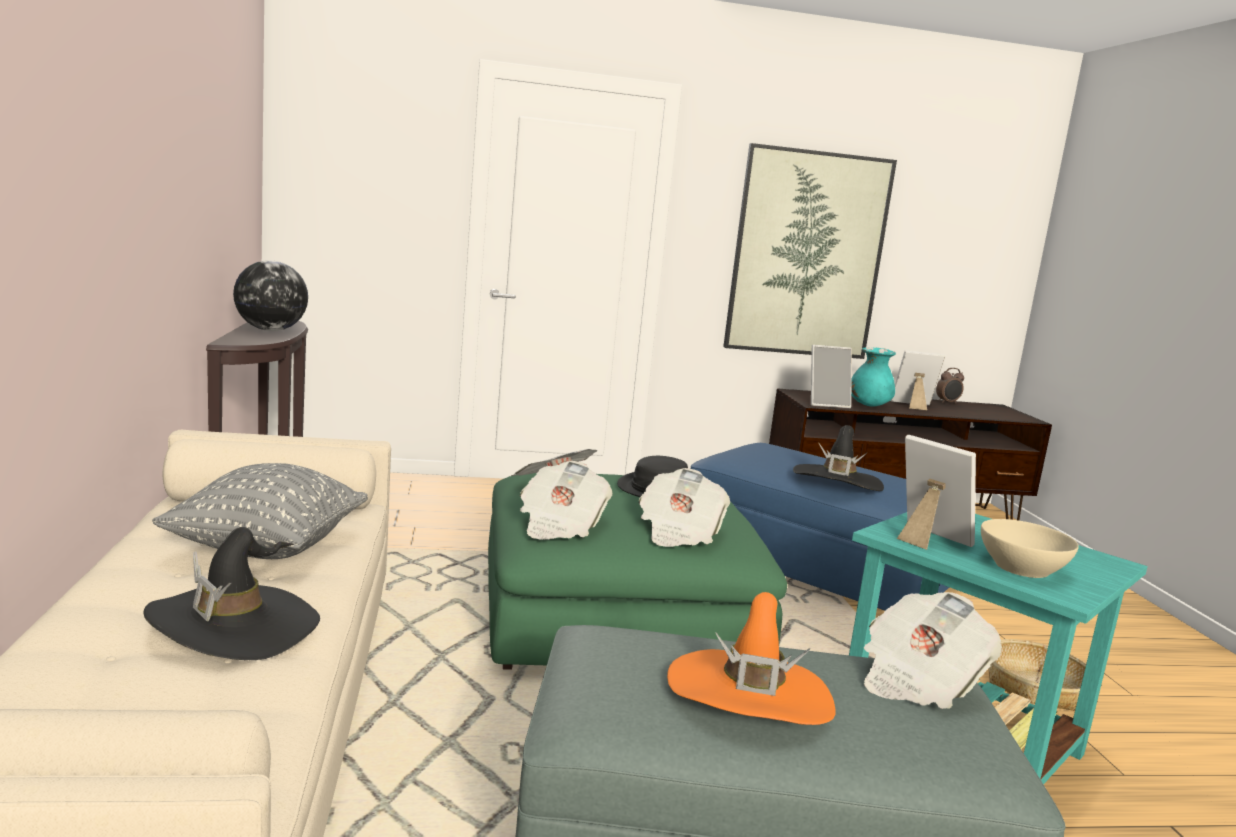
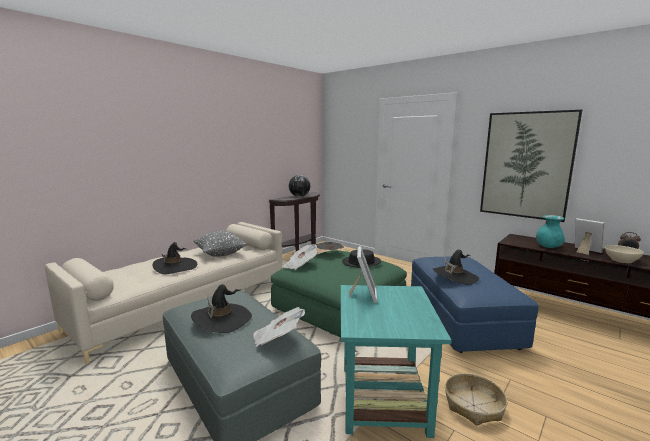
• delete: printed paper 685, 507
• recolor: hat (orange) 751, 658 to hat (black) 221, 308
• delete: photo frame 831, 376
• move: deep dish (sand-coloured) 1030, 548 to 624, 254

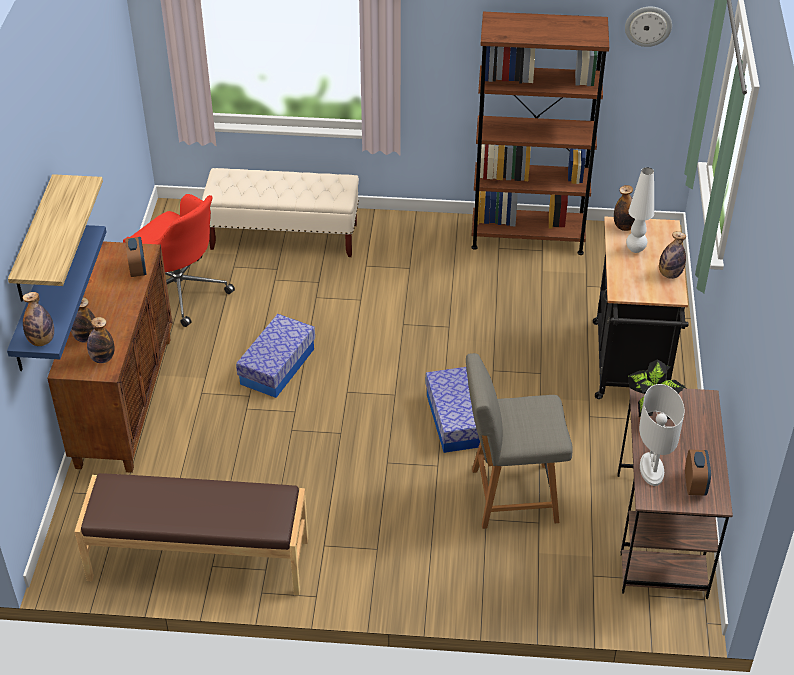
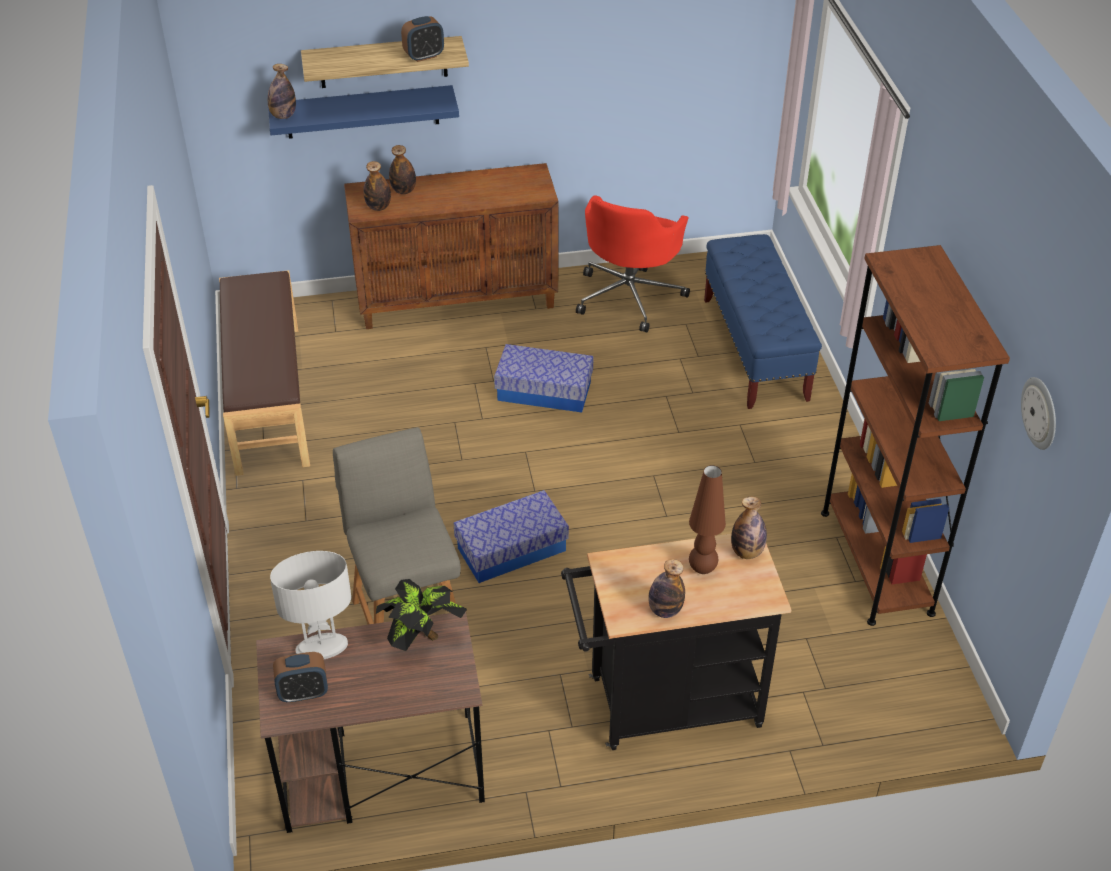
• move: bedside clock 135, 257 to 422, 39
• recolor: indoor bench (sand-coloured) 280, 212 to indoor bench (bluish) 763, 321
• recolor: table lamp (whitish) 640, 210 to table lamp (brown-coloured) 707, 519

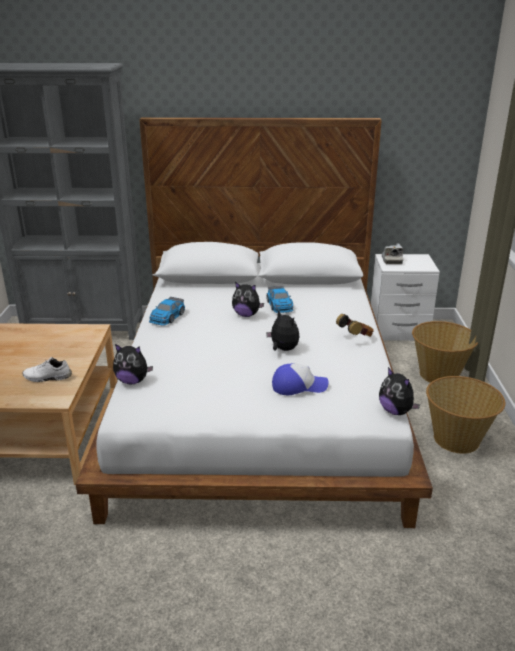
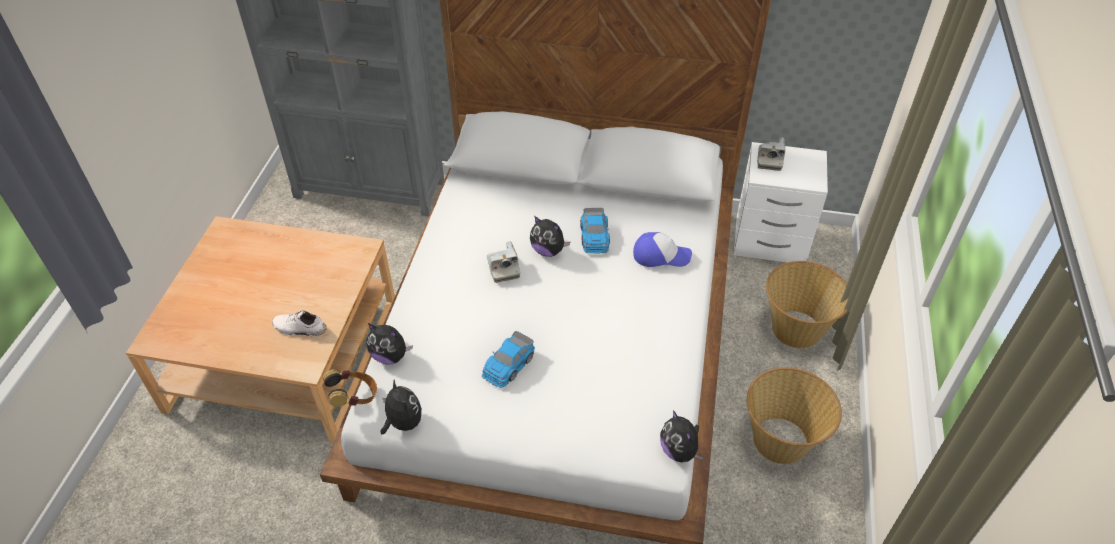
• move: miniature car 167, 311 to 508, 359
• move: soft toy 282, 330 to 401, 407
• move: baseball cap 300, 379 to 662, 249
• move: headphones 355, 325 to 349, 388
• insert: still camera 503, 262

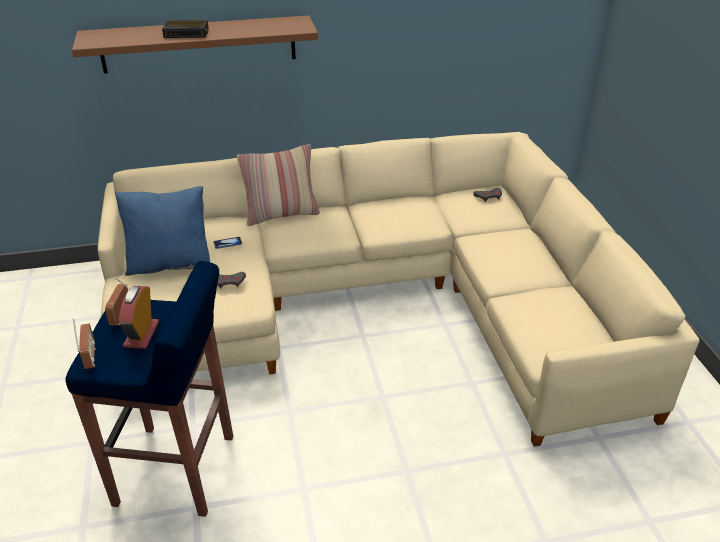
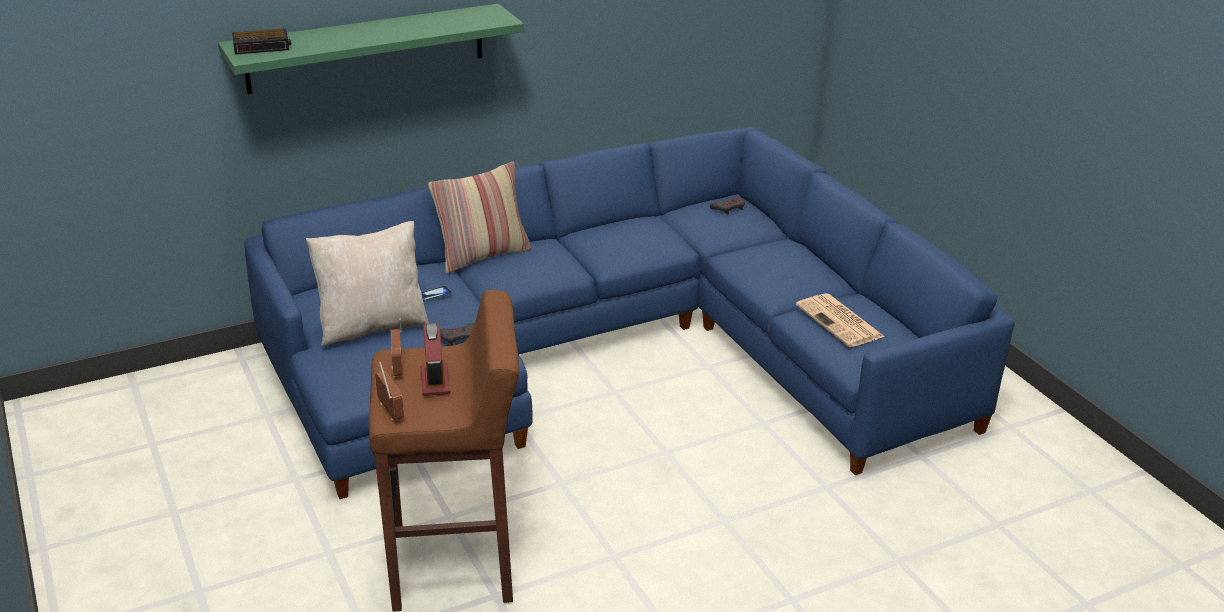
• recolor: stool (bluish) 149, 389 to stool (brown-coloured) 444, 451
• recolor: bracket shelf (brown-coloured) 195, 44 to bracket shelf (greenish) 371, 49
• recolor: sofa (sand-coloured) 399, 289 to sofa (bluish) 630, 313
• recolor: pillow (bluish) 162, 231 to pillow (sand-coloured) 367, 283
• move: bedside clock 185, 29 to 262, 41
• insert: printed paper 840, 320

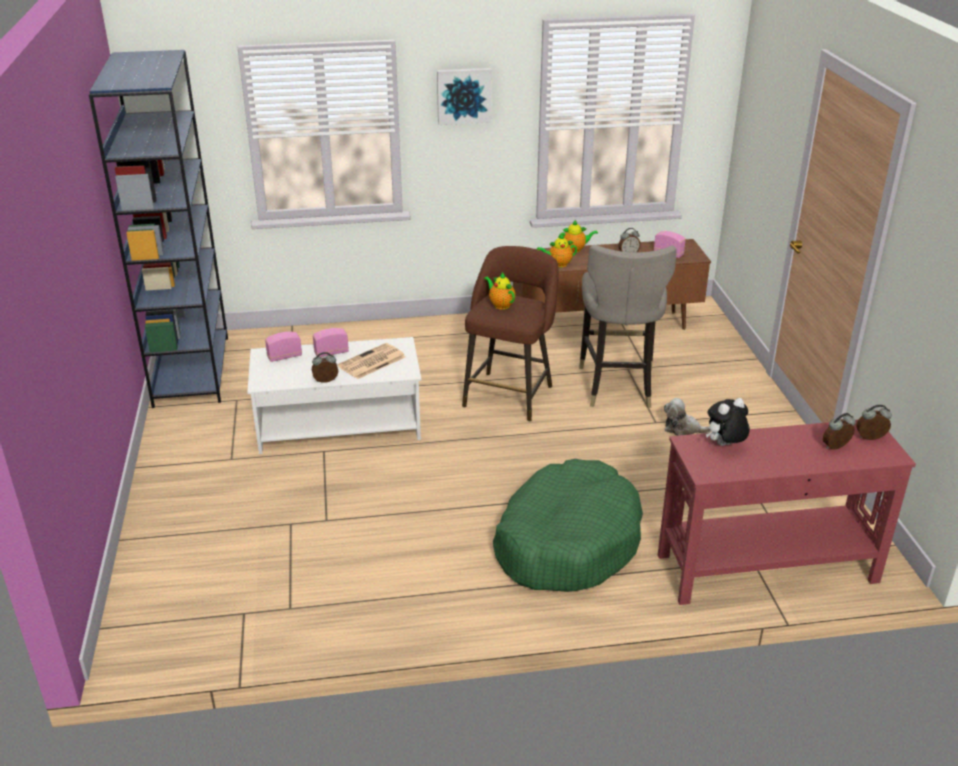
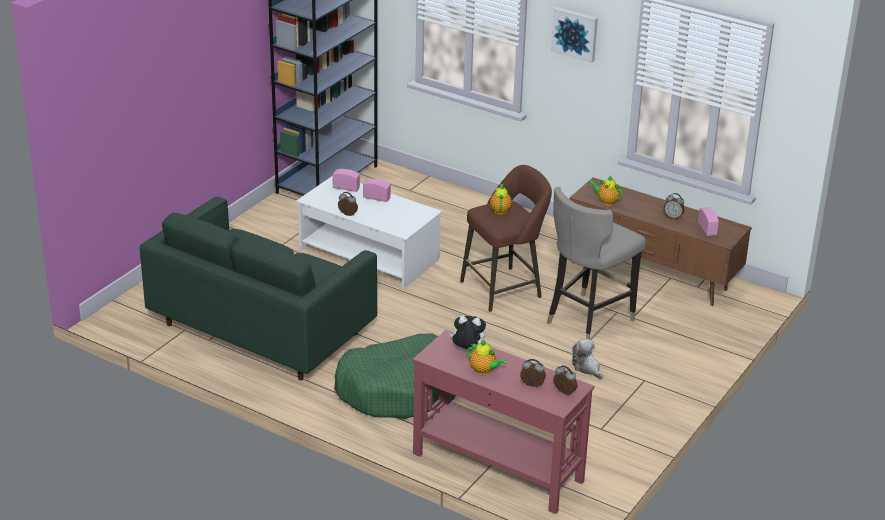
• delete: printed paper 371, 361
• move: teapot 578, 236 to 487, 357
• insert: sofa (greenish) 258, 288

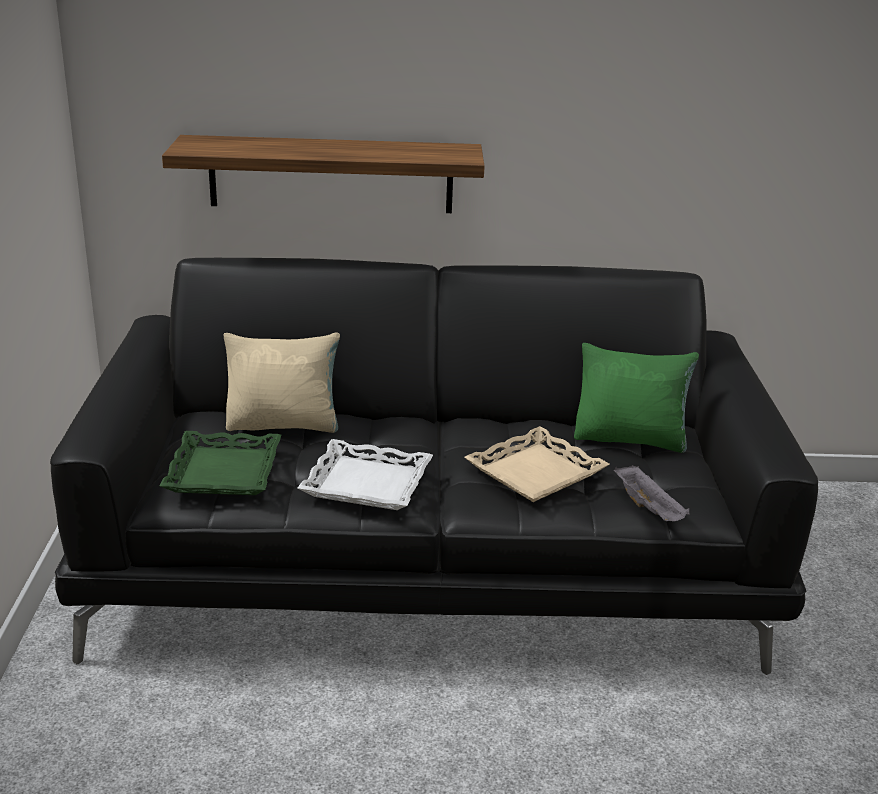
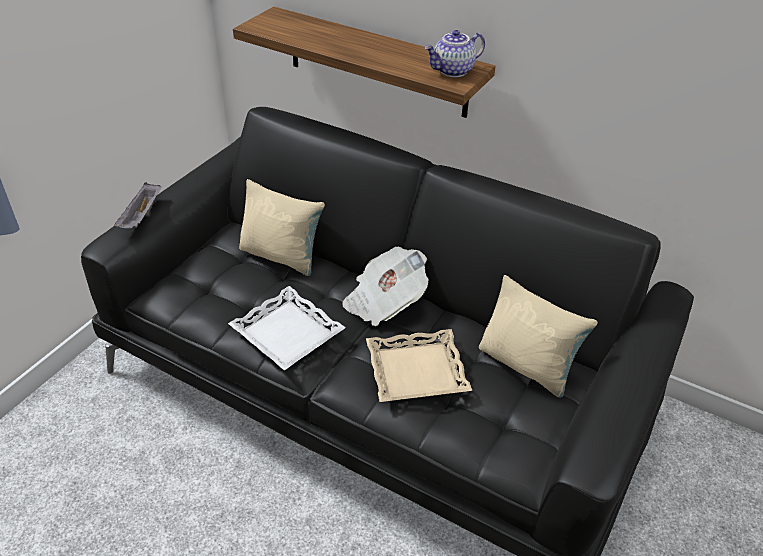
• delete: serving tray (greenish) 220, 463
• recolor: pillow (greenish) 636, 398 to pillow (sand-coloured) 538, 336
• move: serving tray (gray) 652, 493 to 138, 205
• insert: printed paper 385, 286
• insert: teapot 454, 53

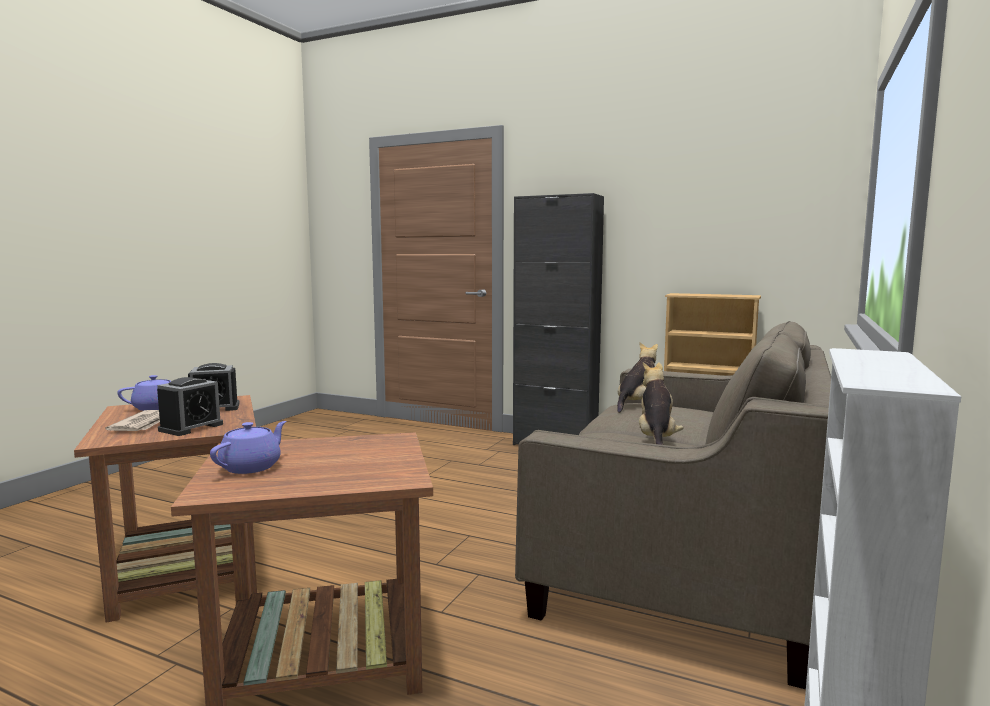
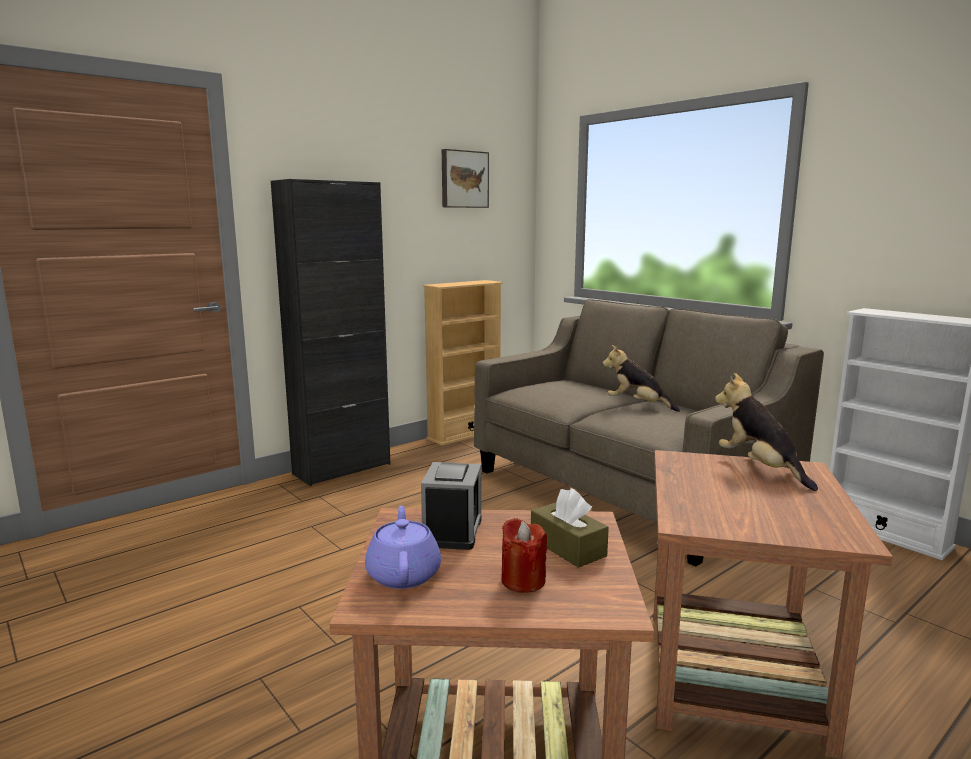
• replace: printed paper 132, 420 to candle (red-coloured) 524, 555
• replace: bedside clock 190, 406 to box of tissues (brown-coloured) 570, 528
• delete: teapot (purple) 248, 447
• move: soft toy 637, 377 to 766, 432
• insert: picture 465, 178

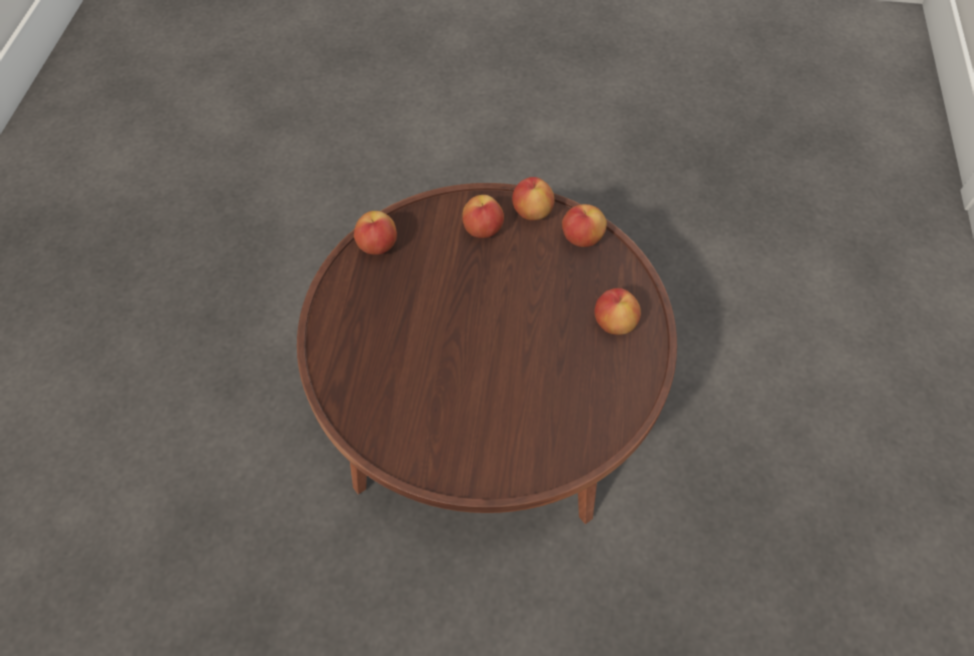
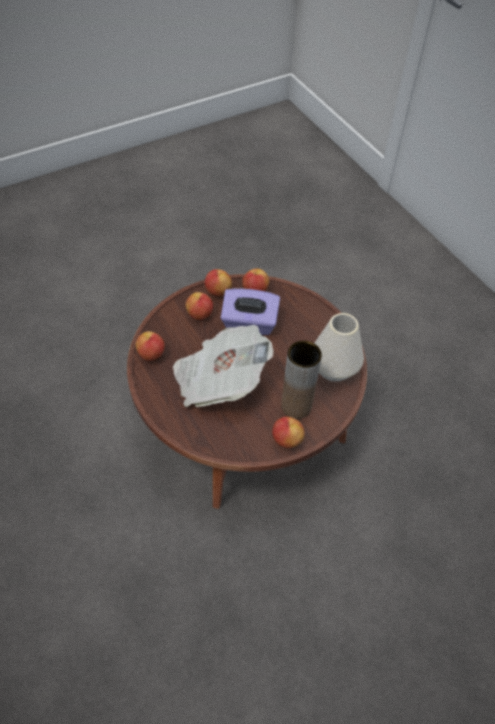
• move: whole apple 617, 311 to 288, 432
• insert: printed paper 223, 366
• insert: box of tissues (purple) 250, 311
• insert: decorative vase (brown-coloured) 301, 380
• insert: decorative vase (whitish) 339, 347

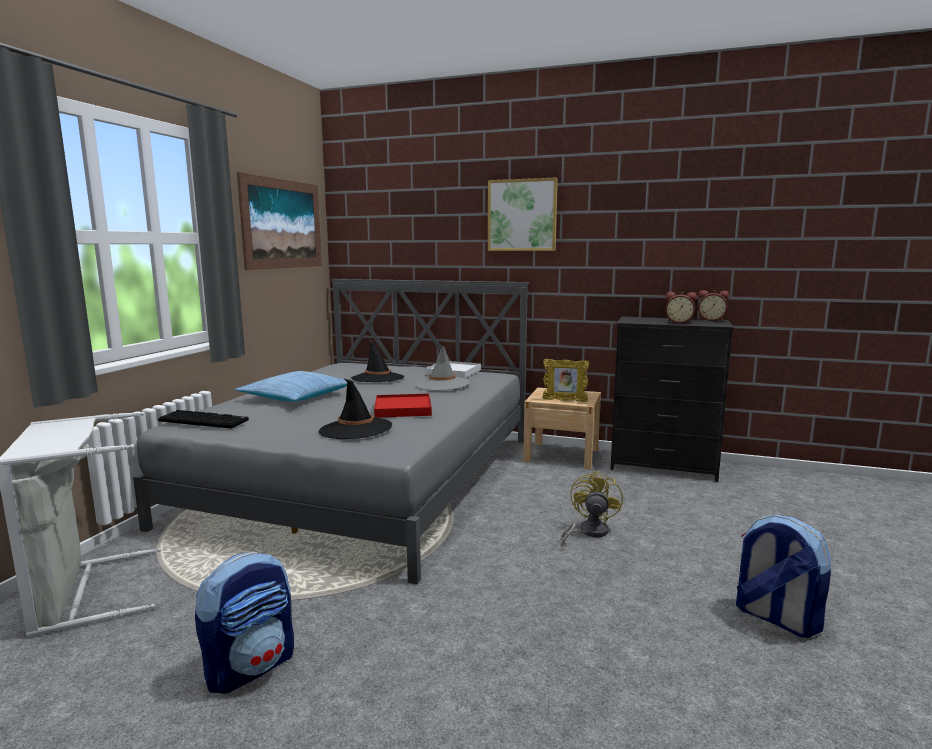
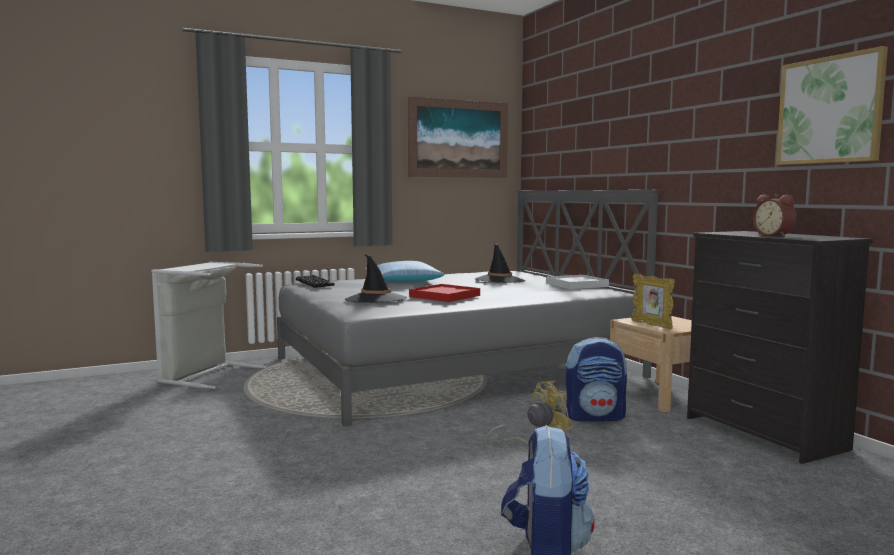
• move: backpack 244, 623 to 596, 379
• delete: hat (gray) 442, 368
• move: picture 523, 214 to 832, 105
• delete: bedside clock 713, 305

